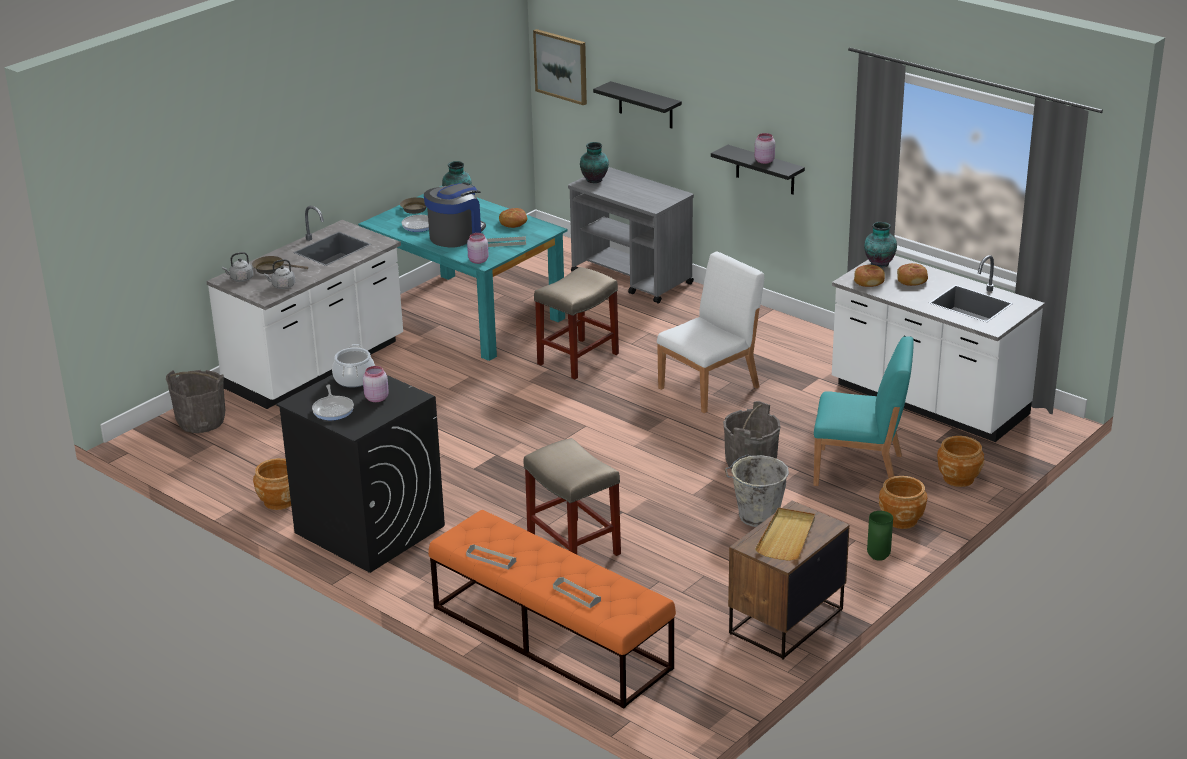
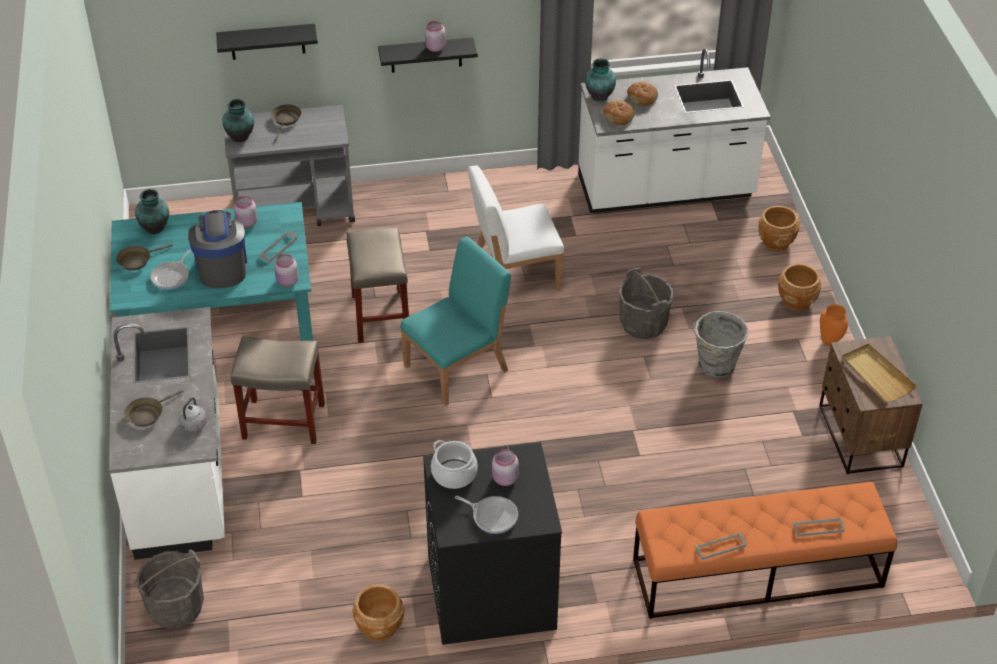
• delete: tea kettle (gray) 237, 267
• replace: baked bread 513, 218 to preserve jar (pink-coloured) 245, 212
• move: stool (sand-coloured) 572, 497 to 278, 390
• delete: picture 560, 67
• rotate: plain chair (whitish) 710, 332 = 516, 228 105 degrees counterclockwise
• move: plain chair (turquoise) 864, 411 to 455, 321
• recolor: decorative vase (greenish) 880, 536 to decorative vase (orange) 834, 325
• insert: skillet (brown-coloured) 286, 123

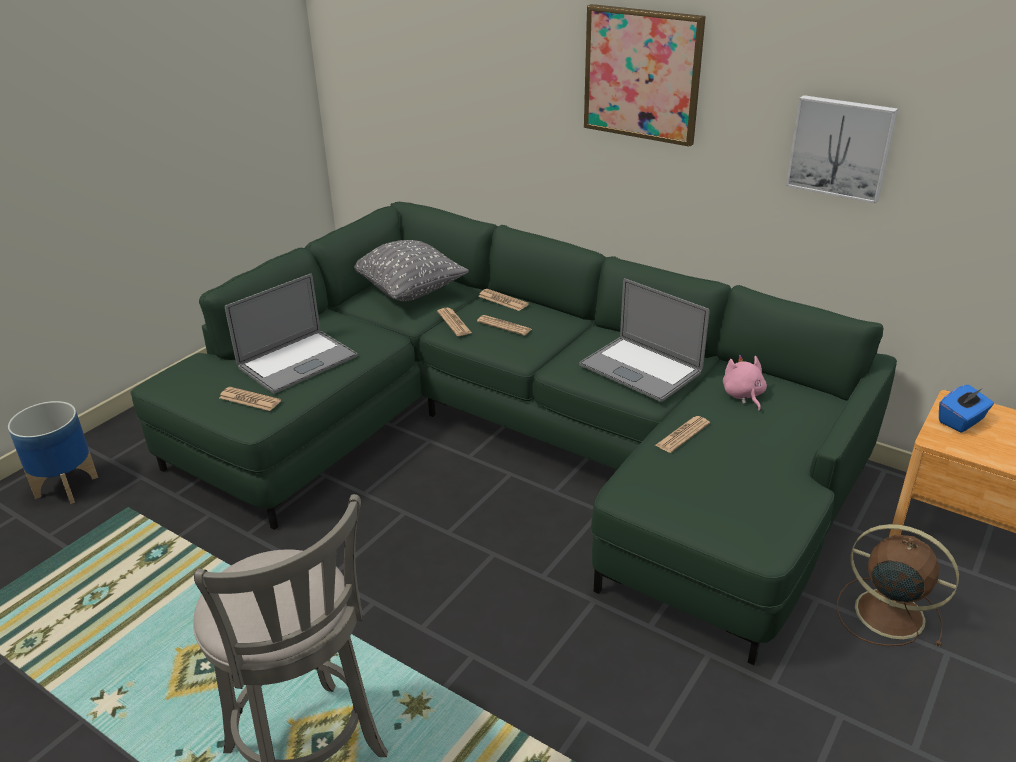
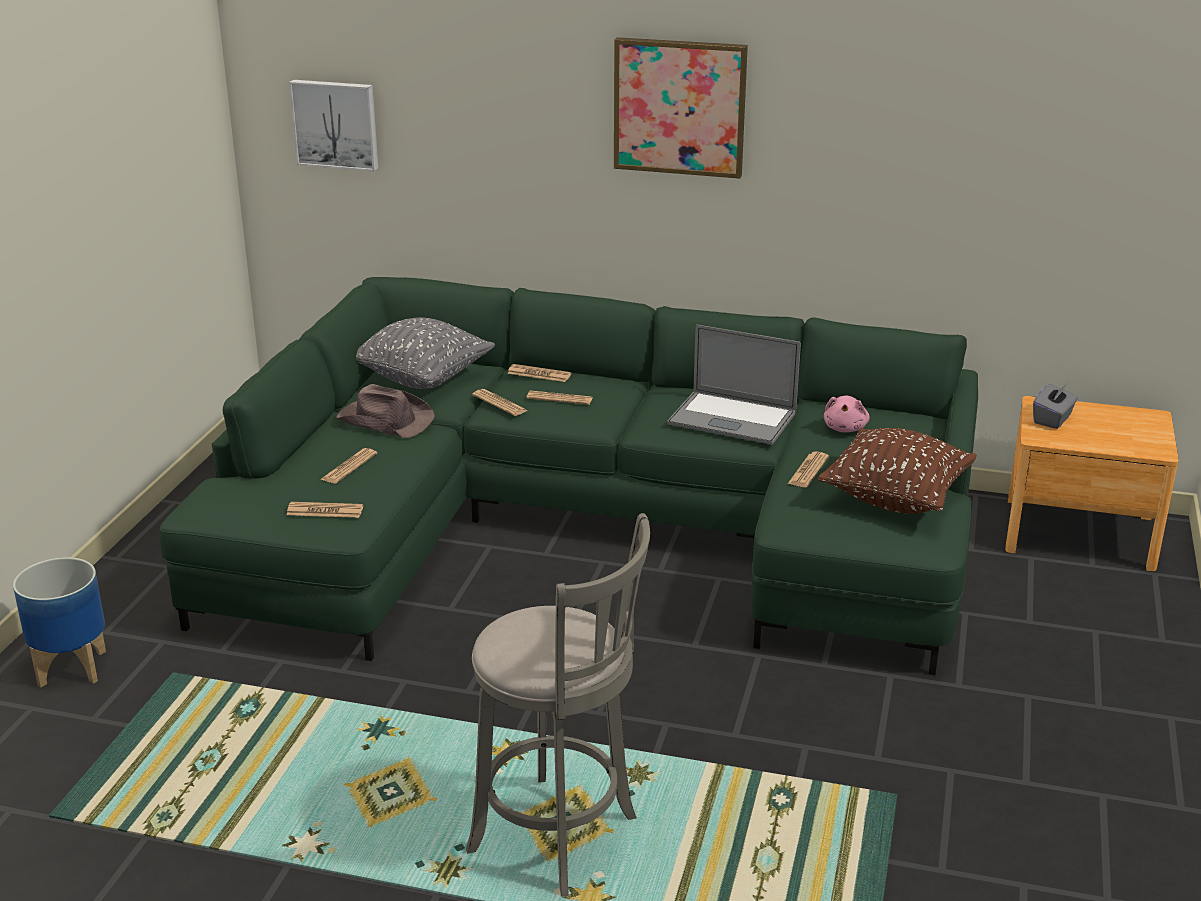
• replace: notebook computer 291, 334 to printed paper 348, 466
• rotate: soft toy (pink-coloured) 745, 383 = 847, 414 135 degrees counterclockwise
• move: picture 842, 149 to 333, 125
• delete: fan (brown-coloured) 898, 585
• recolor: box of tissues (bluish) 966, 409 to box of tissues (gray) 1055, 406
• insert: hat (brown-coloured) 385, 411
• insert: pillow (brown-coloured) 897, 471

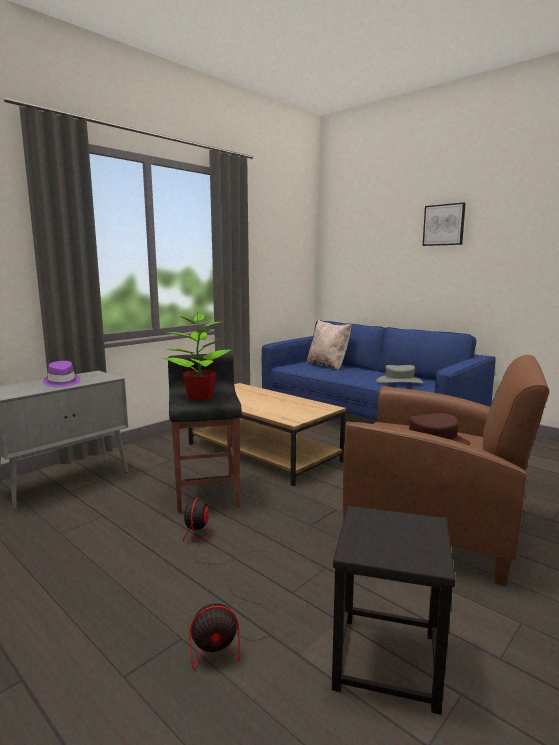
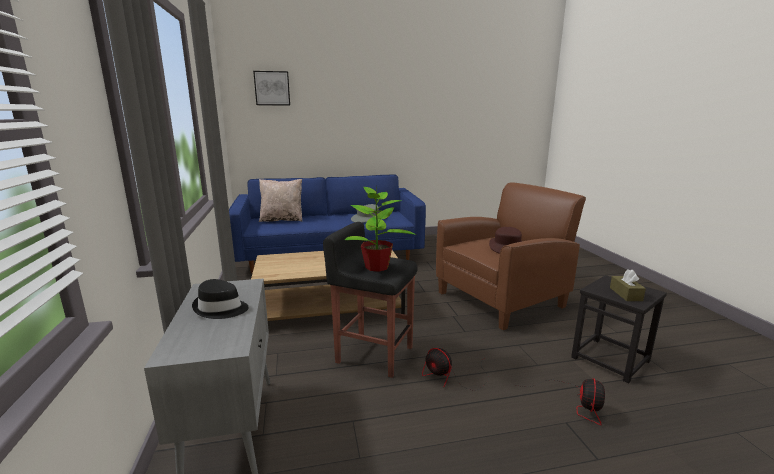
• recolor: hat (purple) 61, 374 to hat (black) 220, 299
• move: picture 444, 224 to 271, 88
• insert: box of tissues (brown-coloured) 628, 285

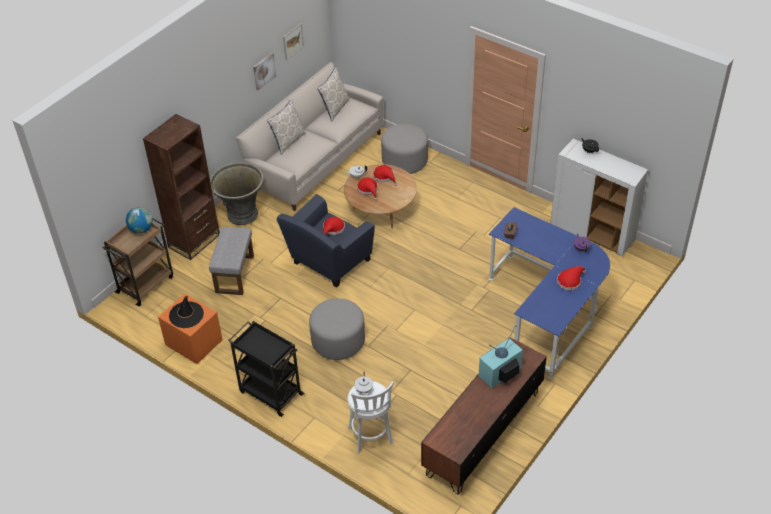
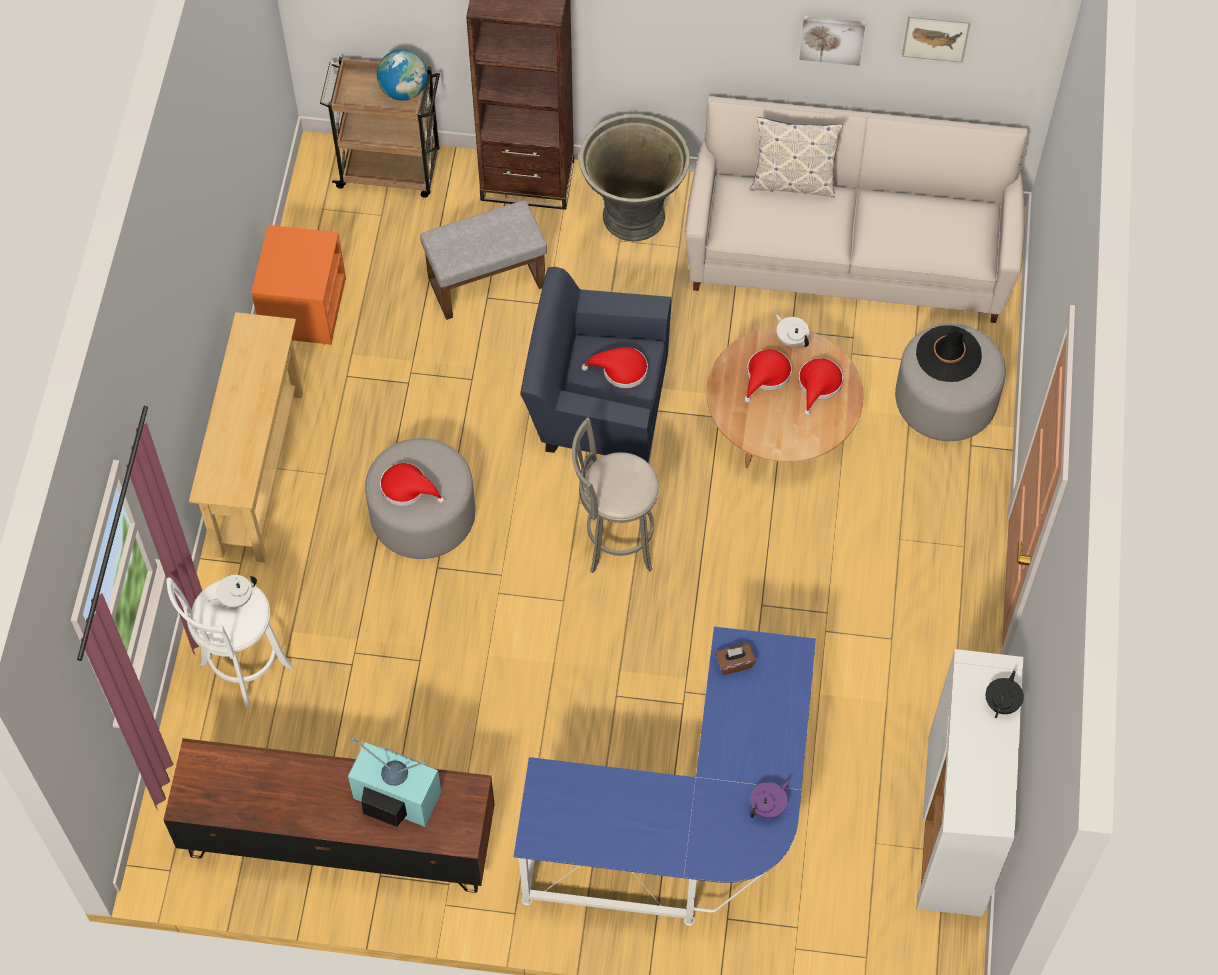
• move: hat (black) 186, 312 to 949, 353
• replace: trolley (black) 266, 369 to console table (sand-coloured) 246, 437
• delete: pillow 333, 94
• move: hat (red-coloured) 571, 278 to 412, 484
• insert: stool (gray) 615, 495

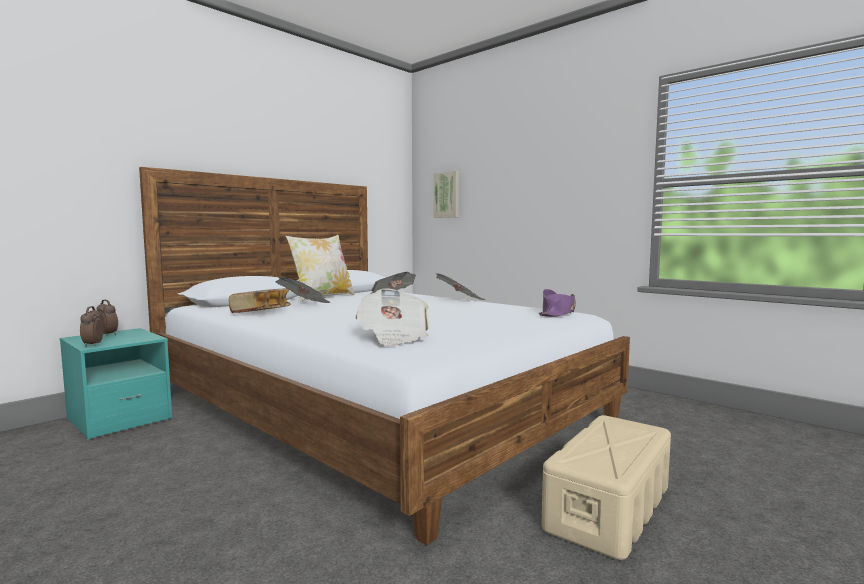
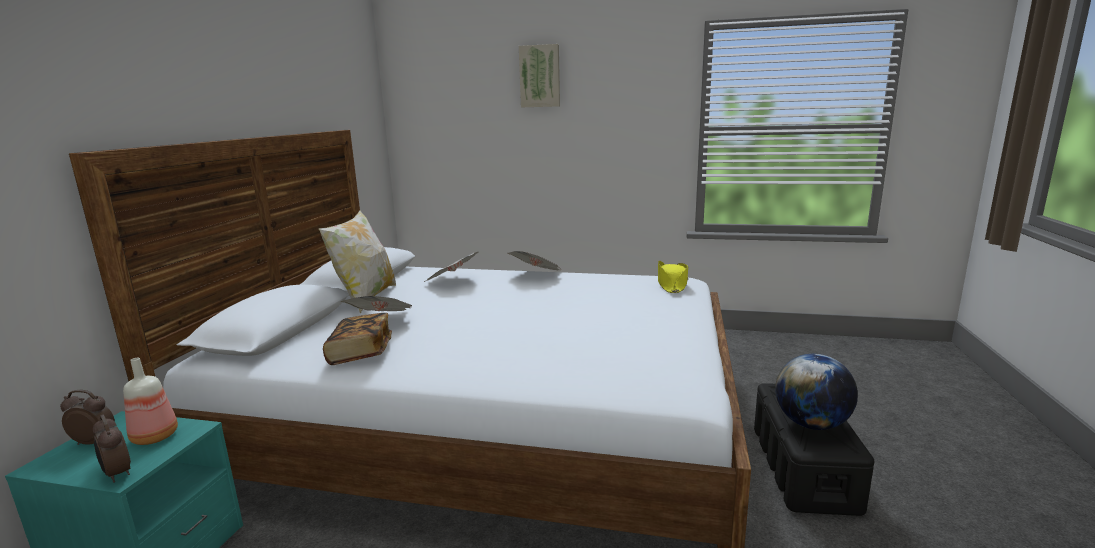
• delete: printed paper 392, 317
• move: picture 446, 194 to 539, 75
• recolor: hat (purple) 557, 303 to hat (yellow) 673, 277
• recolor: storage bin (sand-coloured) 606, 487 to storage bin (black) 814, 449
• insert: drink bottle 150, 401
• insert: world globe 816, 392

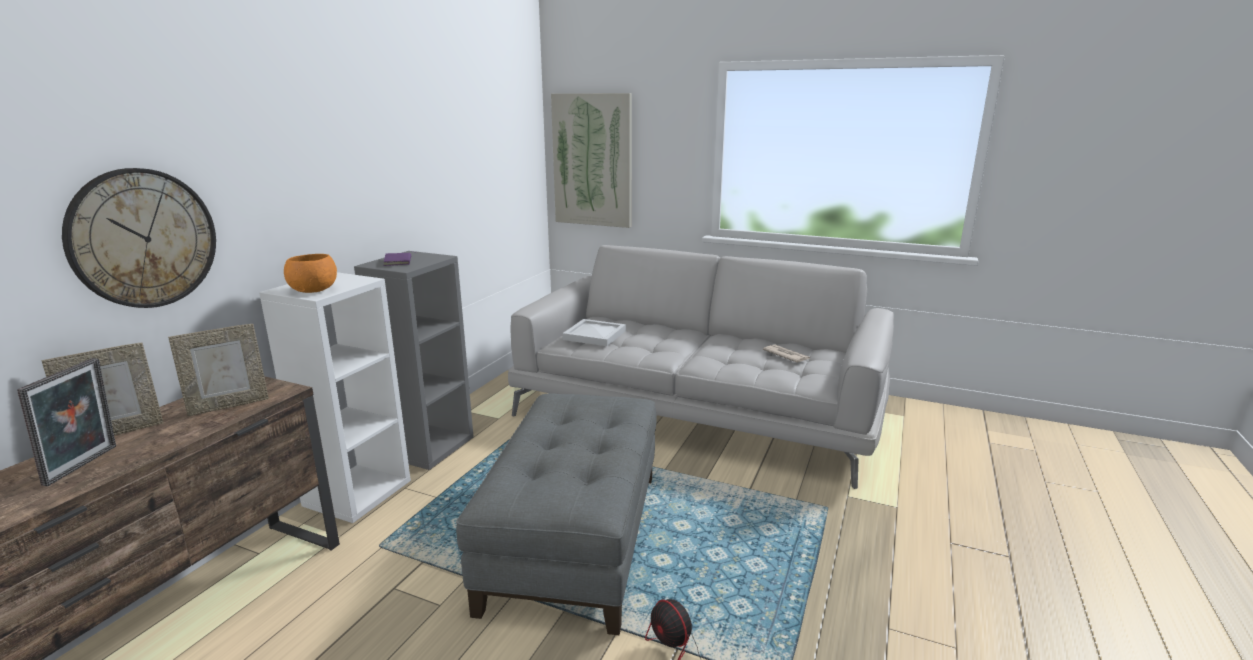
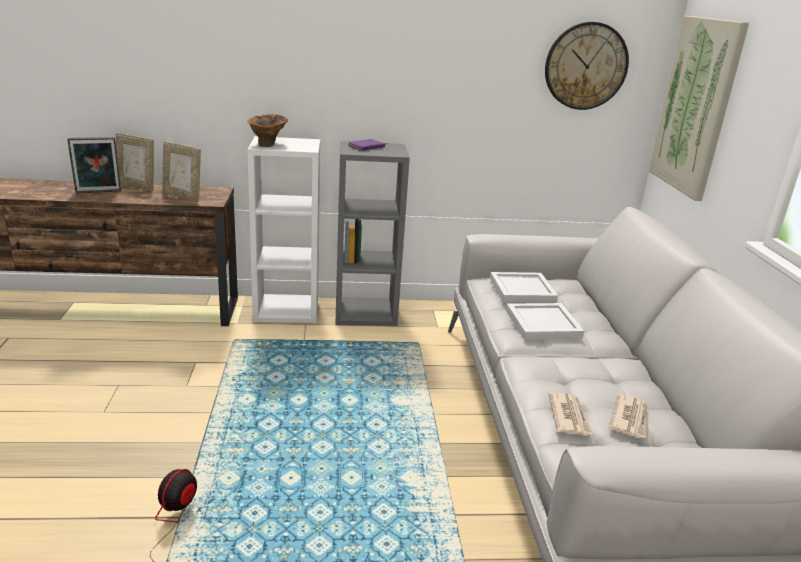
• move: clock on the wall 139, 238 to 587, 66
• replace: deep dish (orange) 310, 273 to decorative vase (brown-coloured) 268, 130
• delete: pouffe (gray) 556, 514
• insert: serving tray (whitish) 545, 321
• insert: printed paper 571, 413

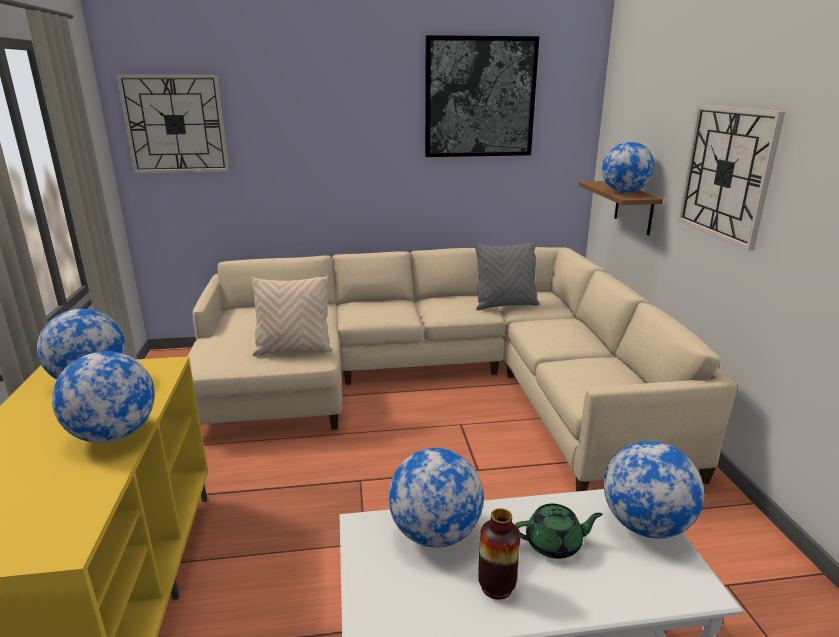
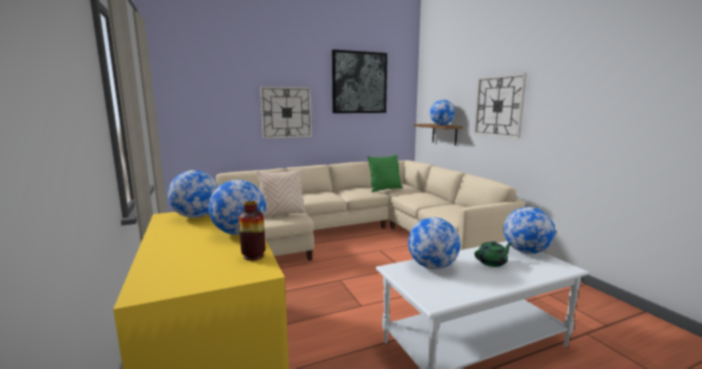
• move: clock on the wall 172, 123 to 286, 112
• recolor: pillow (gray) 506, 276 to pillow (greenish) 385, 173
• move: decorative vase 499, 554 to 252, 231

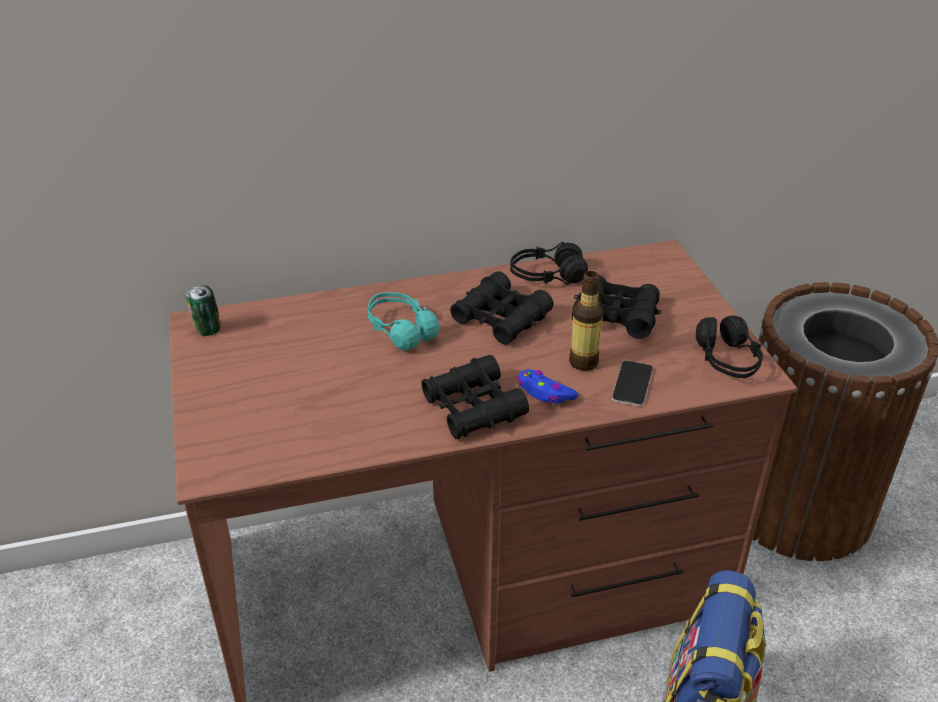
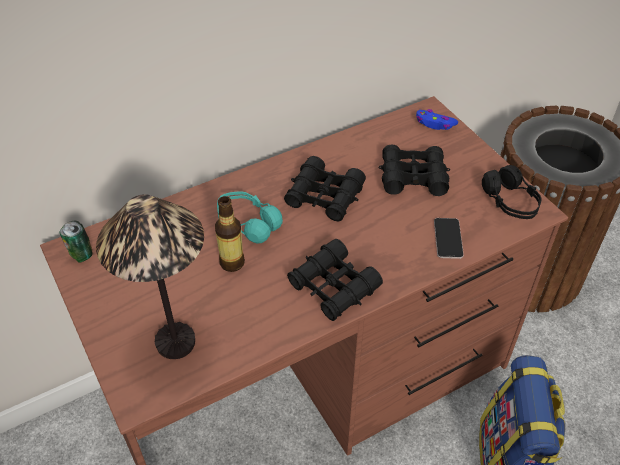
• delete: headphones (black) 549, 263
• move: gamepad (bluish) 548, 386 to 437, 119
• move: drink bottle 586, 321 to 230, 234
• insert: table lamp 150, 276

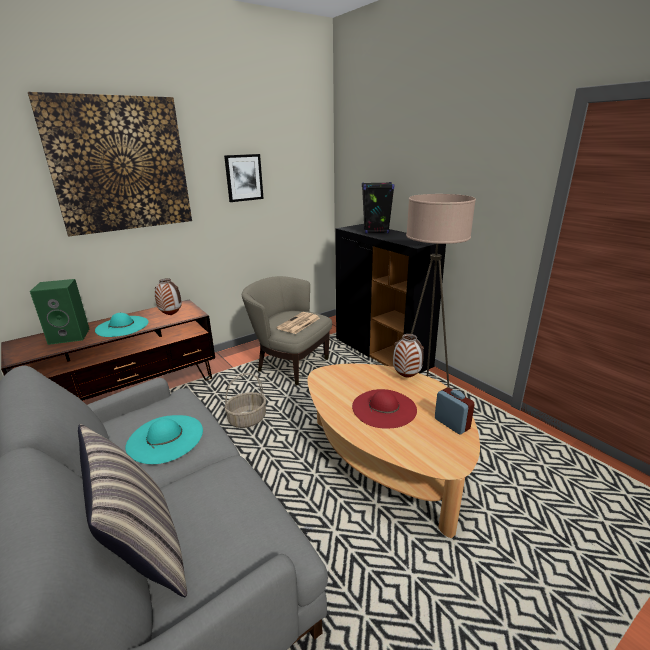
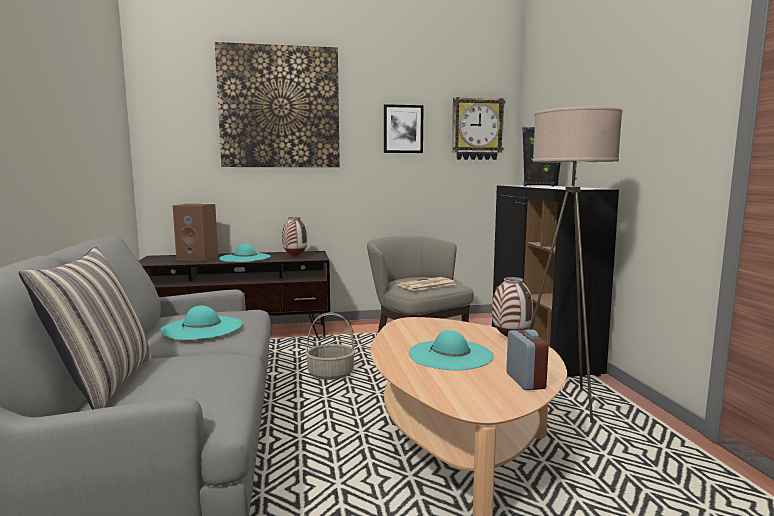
• recolor: speaker (greenish) 59, 312 to speaker (brown-coloured) 195, 232
• recolor: hat (red-coloured) 384, 409 to hat (turquoise) 451, 350
• insert: clock on the wall 478, 128

